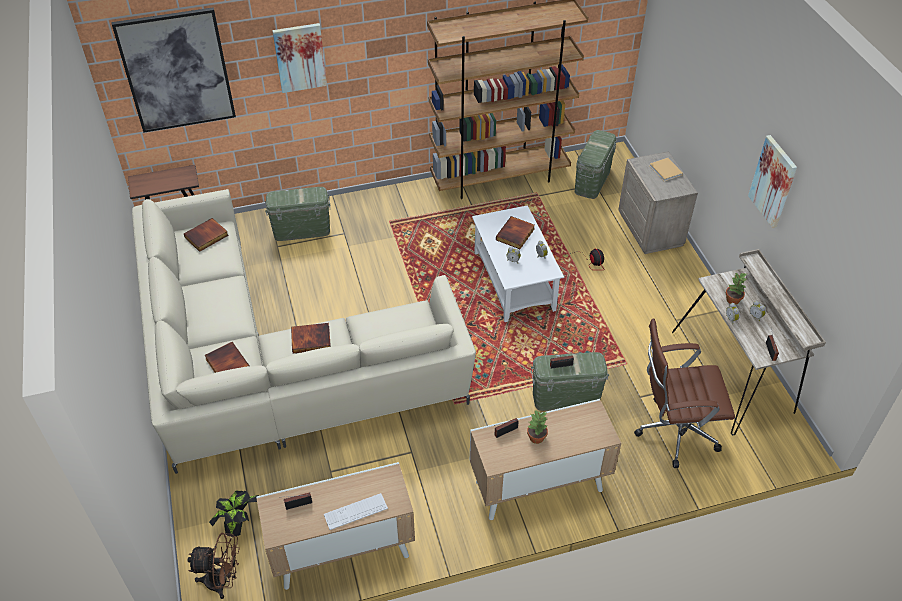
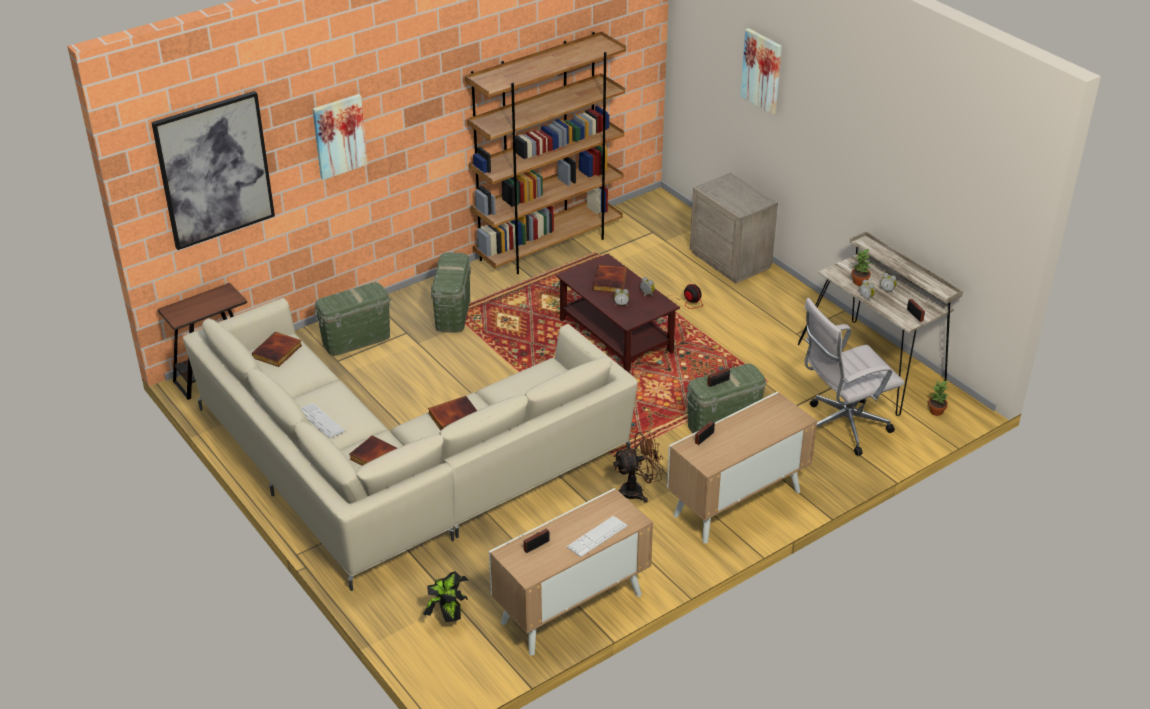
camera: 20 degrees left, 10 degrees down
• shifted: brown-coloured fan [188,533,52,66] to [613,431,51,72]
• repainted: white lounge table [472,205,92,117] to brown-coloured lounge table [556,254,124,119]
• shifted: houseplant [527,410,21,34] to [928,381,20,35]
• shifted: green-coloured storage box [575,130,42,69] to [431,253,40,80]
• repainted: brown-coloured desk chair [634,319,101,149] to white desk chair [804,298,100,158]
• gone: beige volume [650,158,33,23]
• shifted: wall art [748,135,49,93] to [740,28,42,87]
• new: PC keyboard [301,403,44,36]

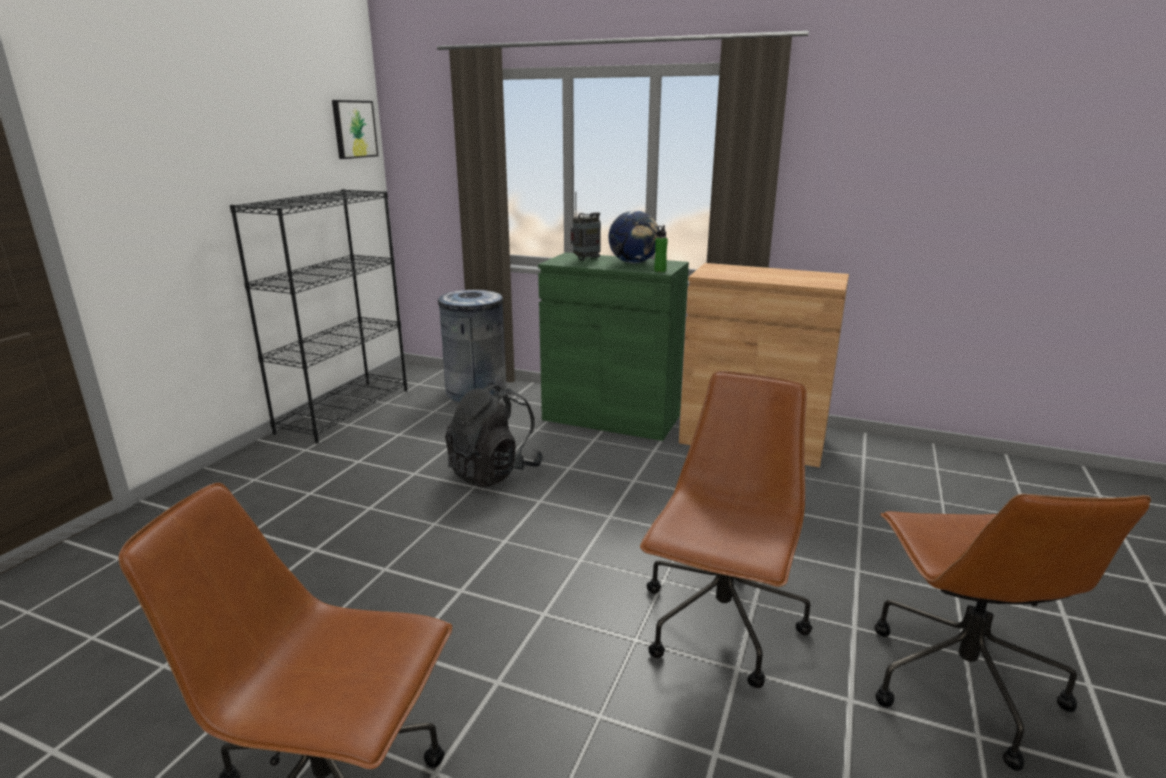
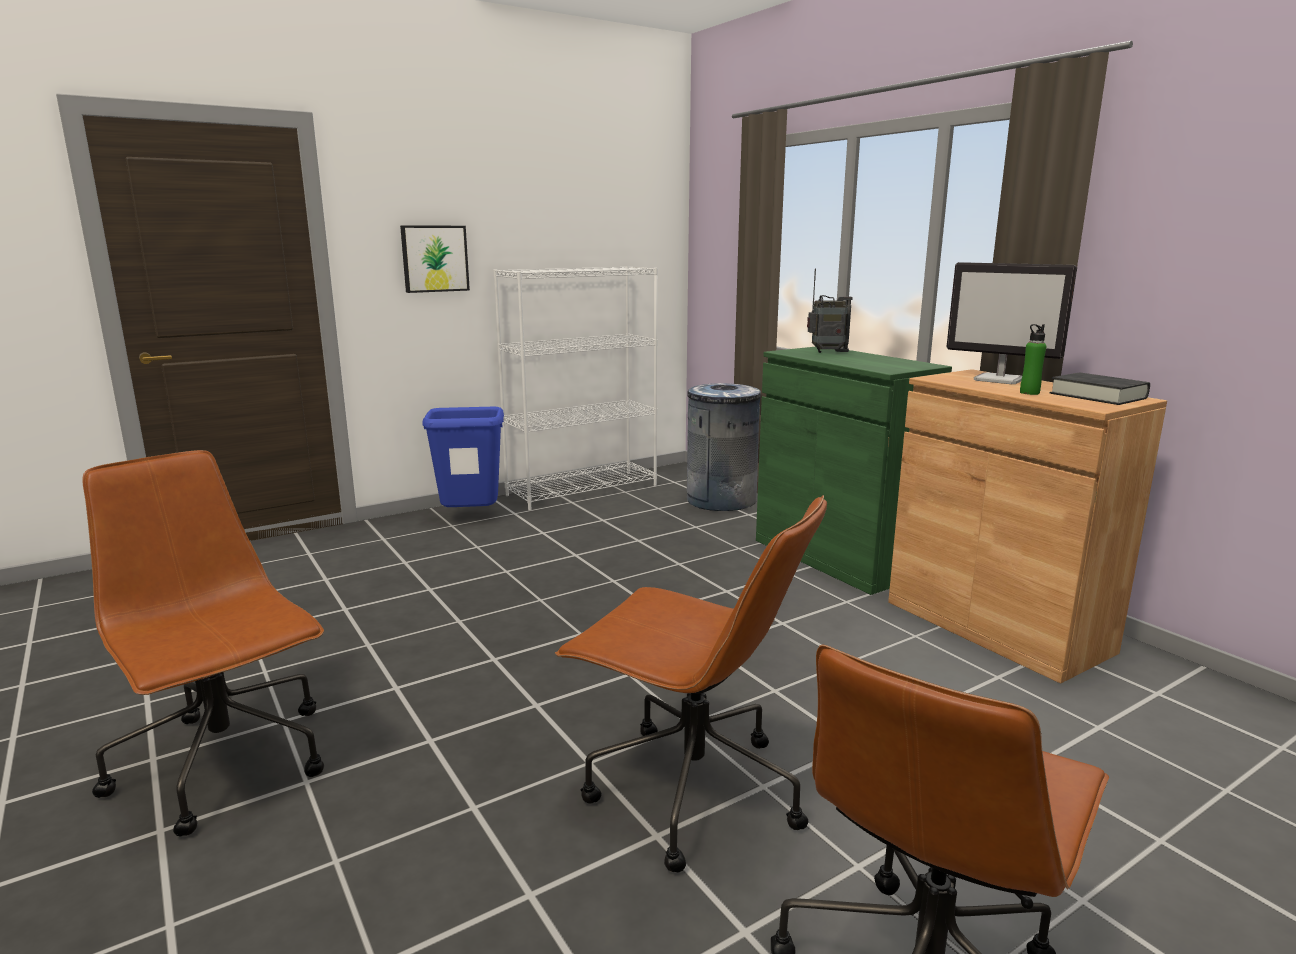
camera: 35 degrees right, 5 degrees down
• repainted: black-coloured bookcase [230,189,177,255] to white bookcase [493,266,165,245]
• shifted: wall art [332,100,46,59] to [400,225,70,68]
• gone: black-coloured backpack [445,382,98,106]
• gone: globe [608,210,51,54]
• rotated: brown-coloured desk chair [640,371,173,317] = [555,495,272,377] 60 degrees clockwise
• shifted: green-coloured bottle [654,225,14,47] to [1020,324,26,71]
• new: bluish rubbish bin [423,407,81,100]
• new: monitor [947,262,130,122]
• new: black-coloured volume [1050,372,100,33]

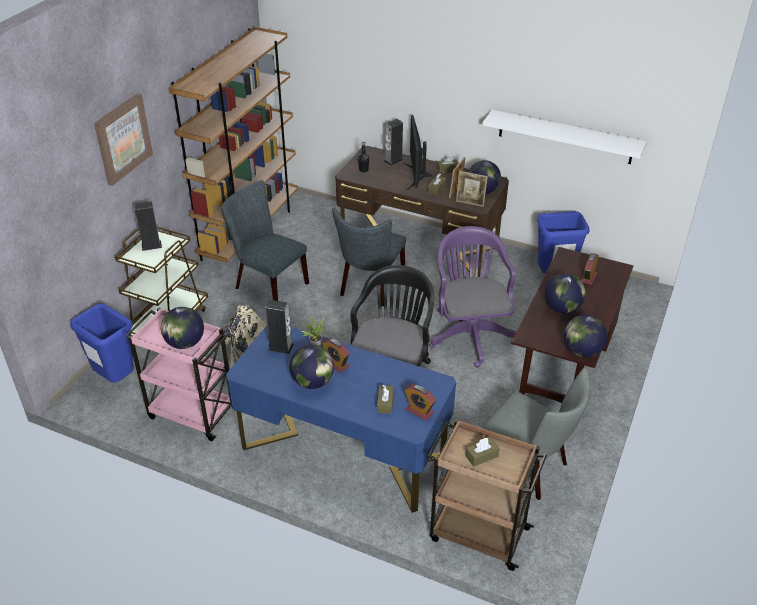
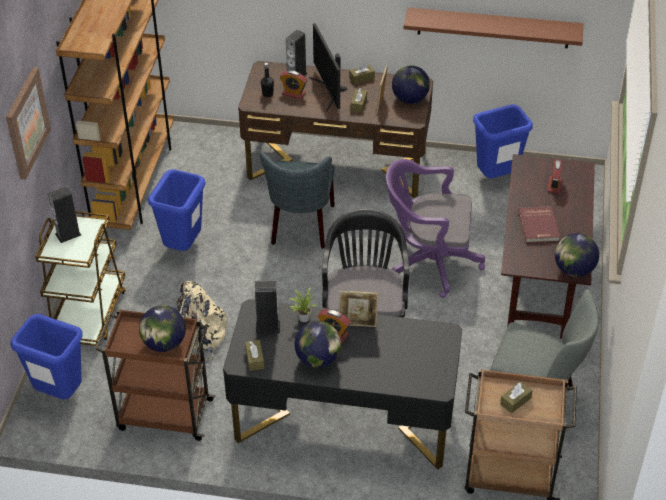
camera: 15 degrees left, 5 degrees up
• repainted: pink trolley [125,308,111,133] to brown-coloured trolley [95,309,121,132]
• swapped: grey plain chair [221,180,88,121] to bluish rubbish bin [148,169,58,82]
• repainted: bluish desk [226,326,230,187] to black-coloured desk [223,299,239,171]
• shifted: brown-coloured tissue box [377,385,17,29] to [245,340,19,31]
• shifted: alarm clock [405,385,31,35] to [280,71,27,28]
• rotated: purple-coloured desk chair [429,226,87,141] = [386,159,99,139] 60 degrees counterclockwise
• shifted: photo frame [456,171,32,36] to [339,291,40,36]
• repainted: white wall shelf [483,110,164,54] to brown-coloured wall shelf [404,7,179,41]
• swapped: globe [545,273,41,41] to red-coloured volume [518,206,42,37]

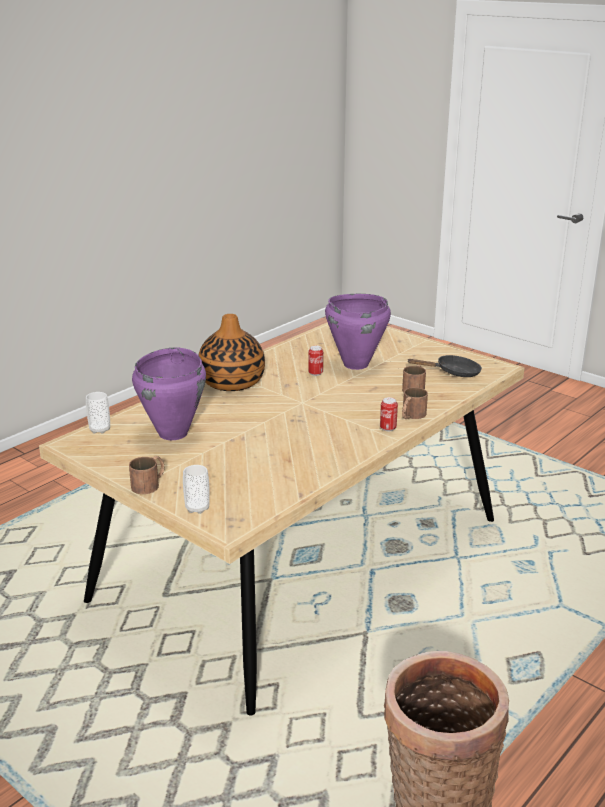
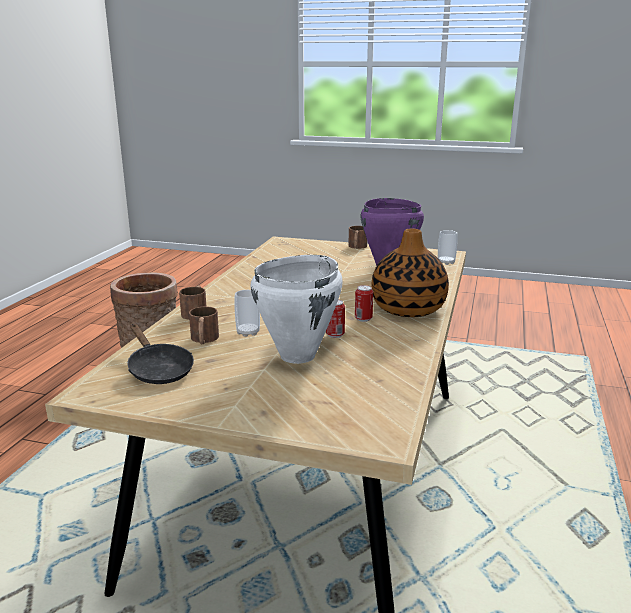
camera: 155 degrees right, 5 degrees down
• shifted: small cup [183,465,27,49] to [234,290,26,47]
• repainted: purple-coloured stockpot [325,294,66,76] to white stockpot [250,255,93,109]
• shifted: sealed can [380,397,18,34] to [355,285,18,37]
• rotated: black-coloured pan [407,355,75,22] = [127,324,67,60] 90 degrees counterclockwise

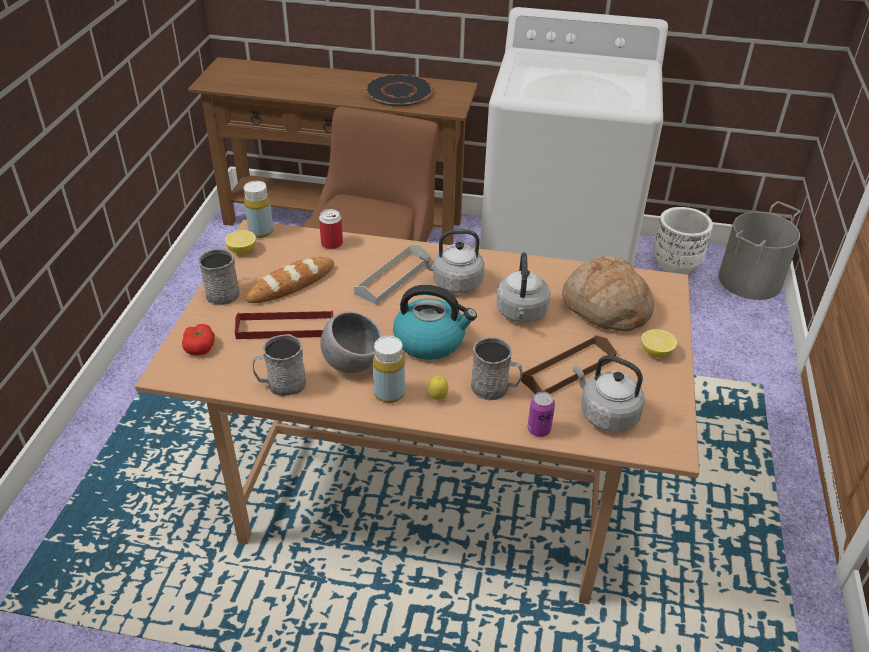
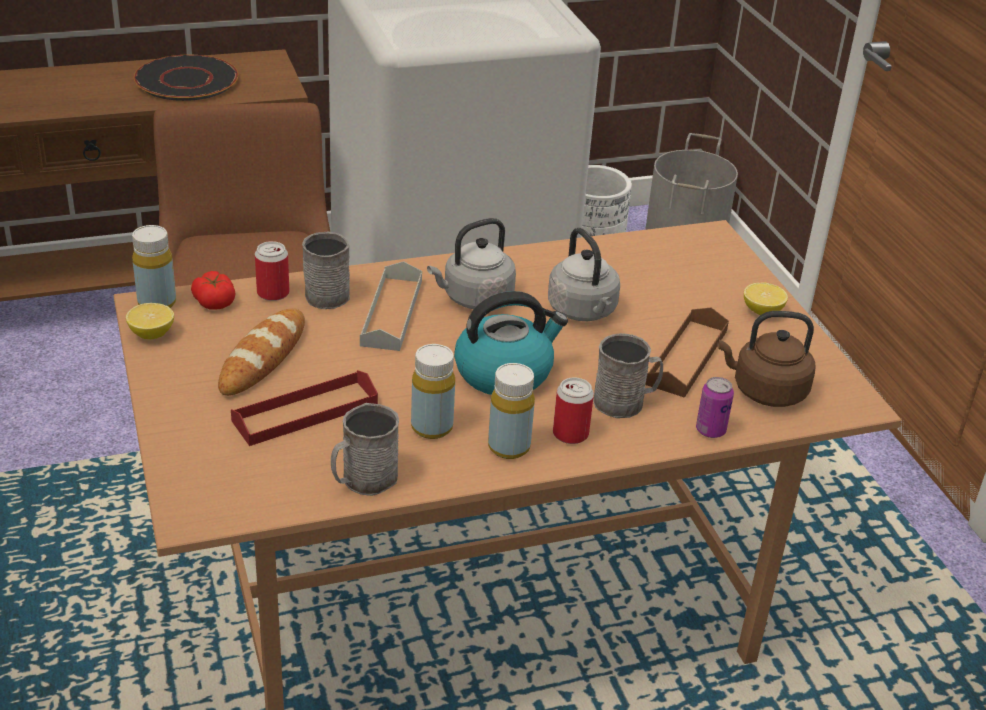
camera: 30 degrees left, 5 degrees down
• shifted: whole tomato [182,324,33,31] to [191,271,44,39]
• shifted: grey tea mug [198,249,42,57] to [302,232,48,77]
• swapped: grey deep dish [320,311,62,62] to yellow bottle [411,344,44,95]
• swapped: lemon [428,376,20,24] to sealed can [553,377,41,67]
• gone: bread [562,256,92,75]
• repainted: grey tea kettle [573,355,72,77] to brown-coloured tea kettle [717,311,99,96]

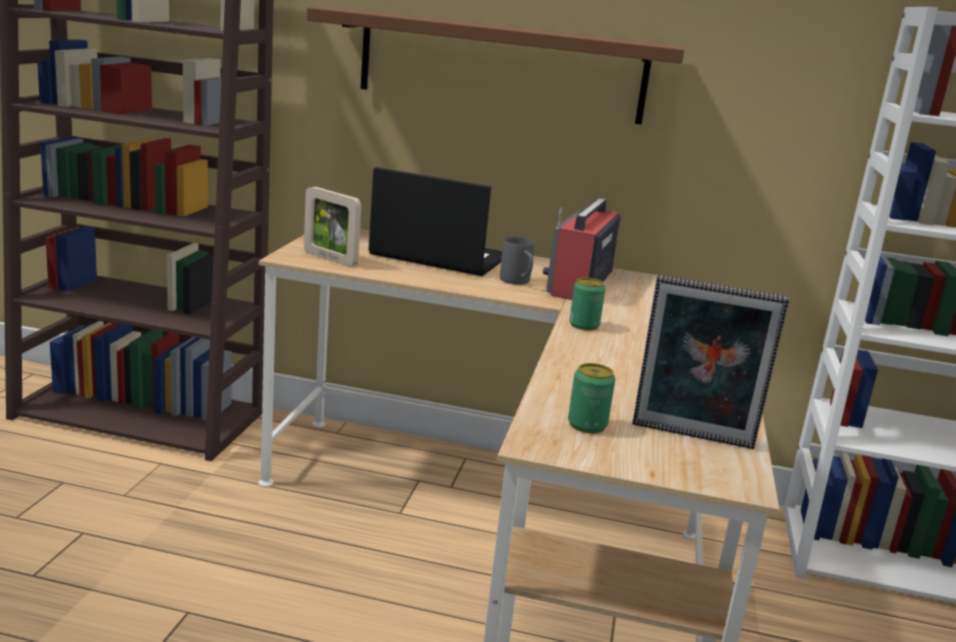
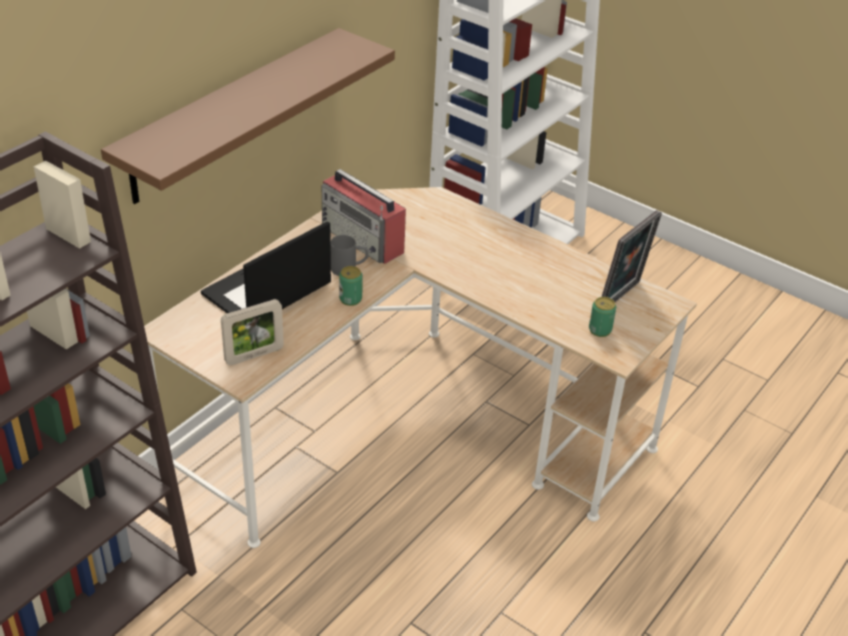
camera: 65 degrees left, 20 degrees up
• shifted: sealed can [569,277,37,54] to [339,266,24,40]

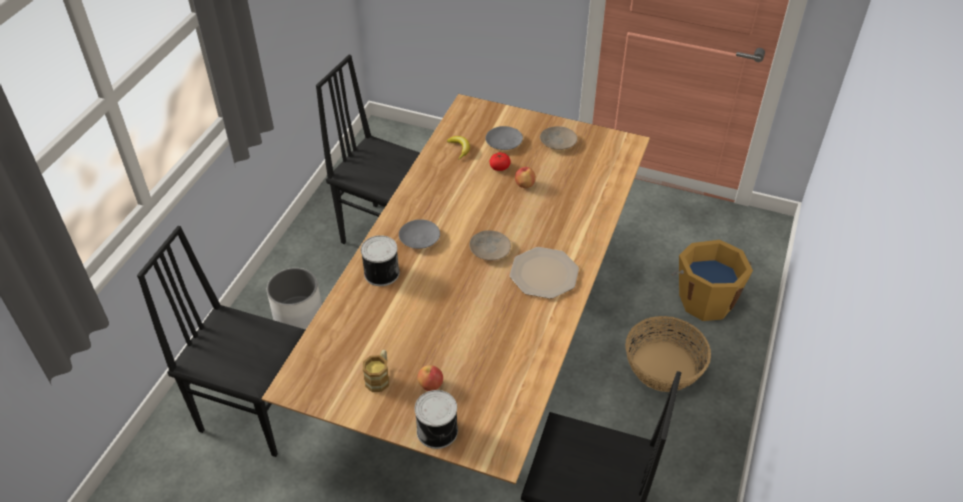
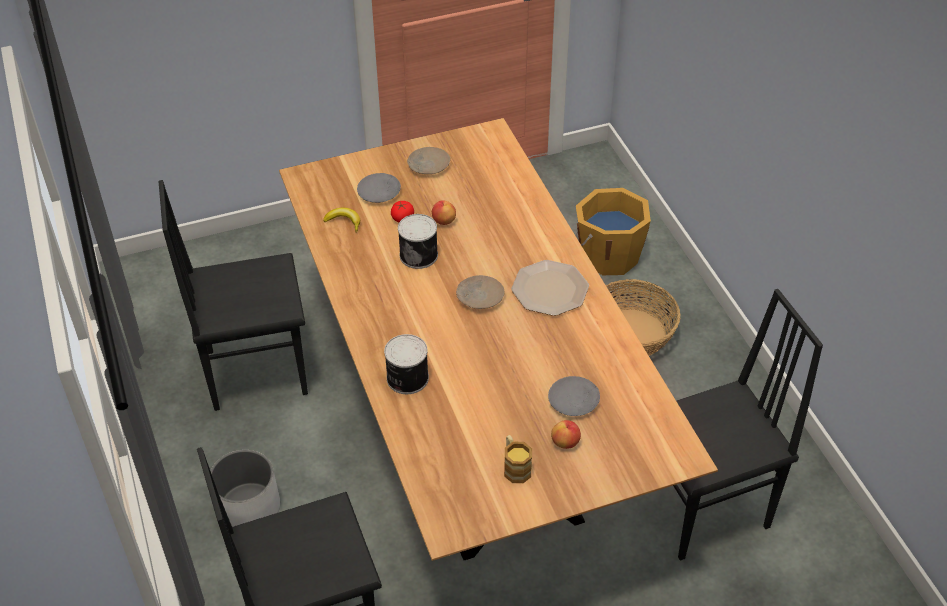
camera: 40 degrees left, 0 degrees up
• shifted: grey dinner plate [399,219,41,30] to [548,376,52,40]
• shifted: sealed can [415,390,43,59] to [398,214,40,55]

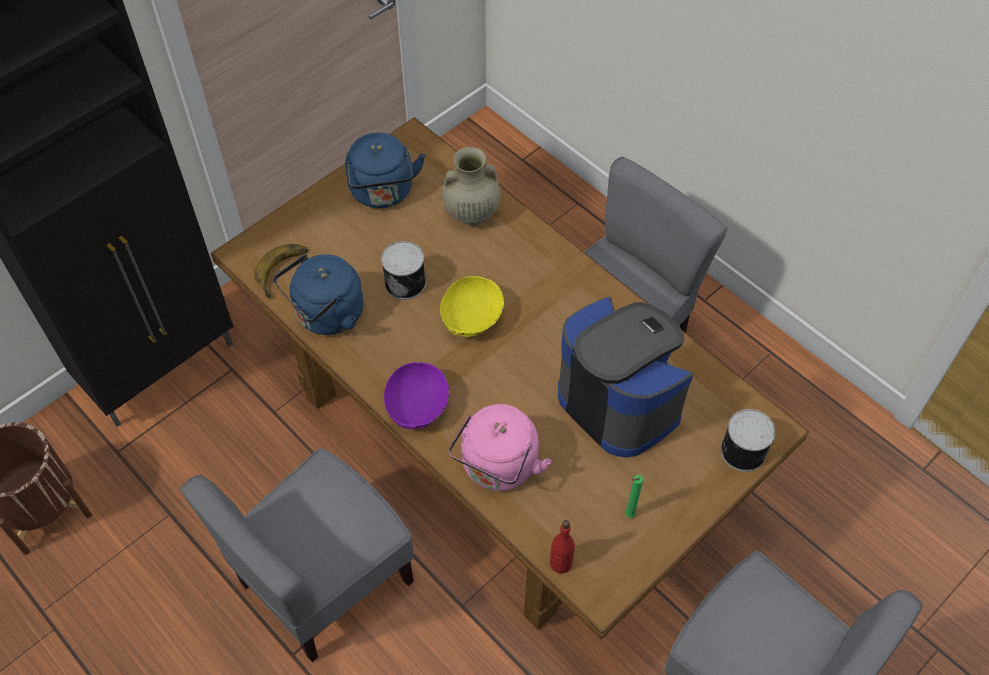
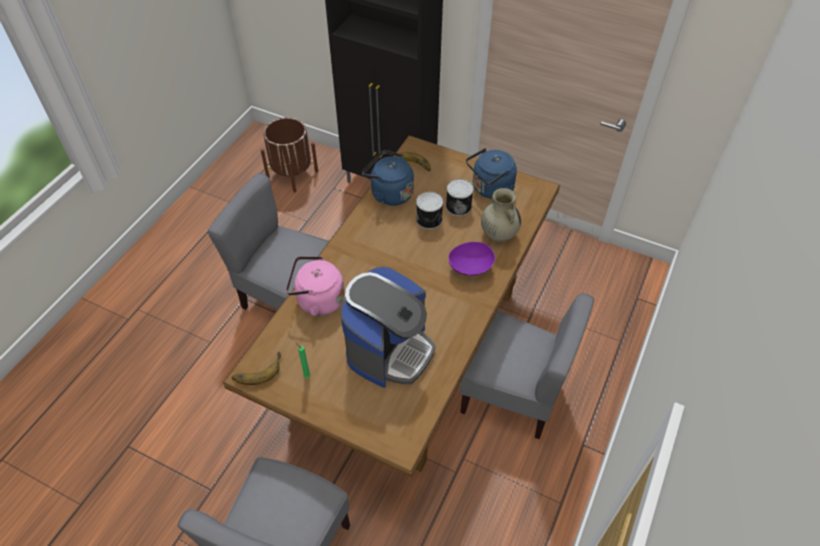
camera: 70 degrees right, 5 degrees down
• shifted: purple-coloured deep dish [384,362,66,67] to [449,242,46,34]
• gone: yellow deep dish [440,276,64,61]
• gone: red-coloured bottle [550,520,25,54]
• shifted: sealed can [720,409,56,63] to [446,179,27,37]
• new: banana [232,352,50,33]

